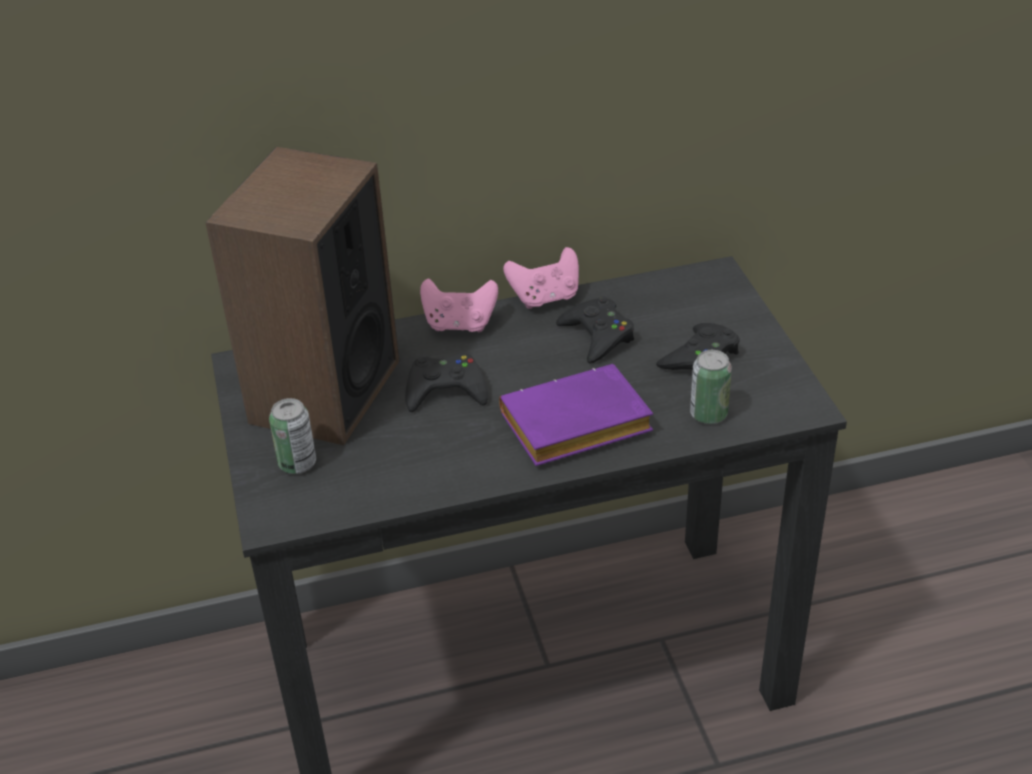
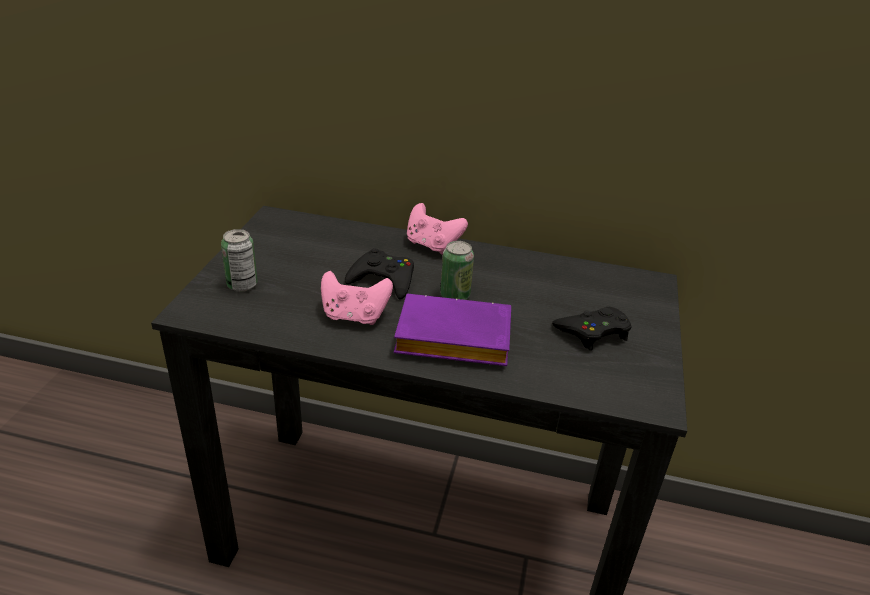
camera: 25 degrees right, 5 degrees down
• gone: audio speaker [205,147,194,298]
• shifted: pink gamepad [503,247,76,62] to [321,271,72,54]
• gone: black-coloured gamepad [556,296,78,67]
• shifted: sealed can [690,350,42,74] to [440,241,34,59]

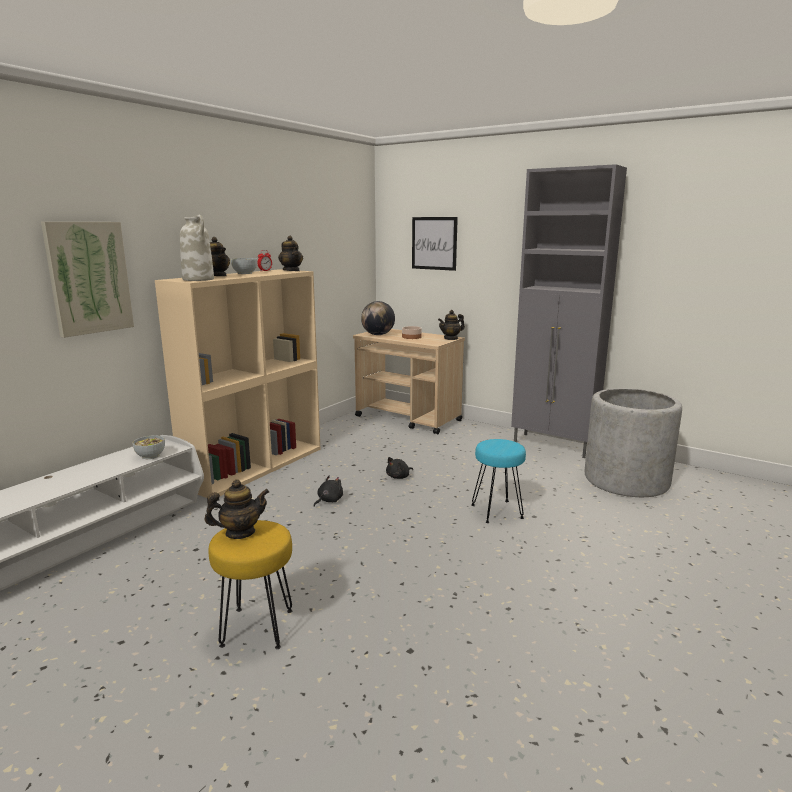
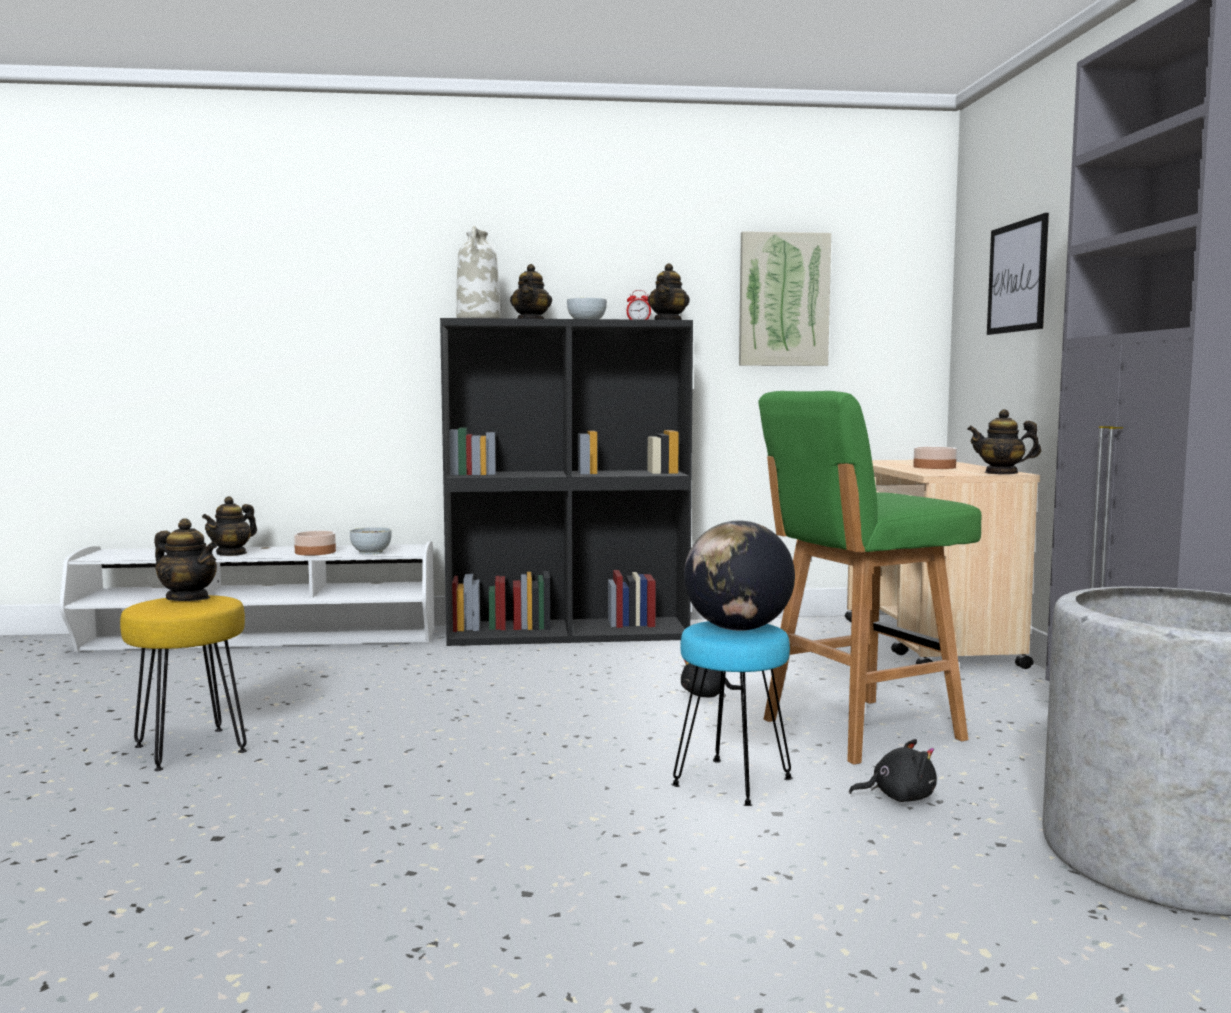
camera: 50 degrees right, 10 degrees down
• shifted: wall art [41,222,93,116] to [739,231,92,135]
• repainted: beige bookcase [155,269,166,229] to black-coloured bookcase [440,318,253,328]
• shifted: black-coloured cuddly toy [314,475,29,31] to [849,739,88,63]
• shifted: globe [361,301,34,34] to [684,521,111,110]
• new: teapot [202,496,55,60]
• new: deep dish [294,531,42,24]
• new: green-coloured stool seat [758,391,224,374]

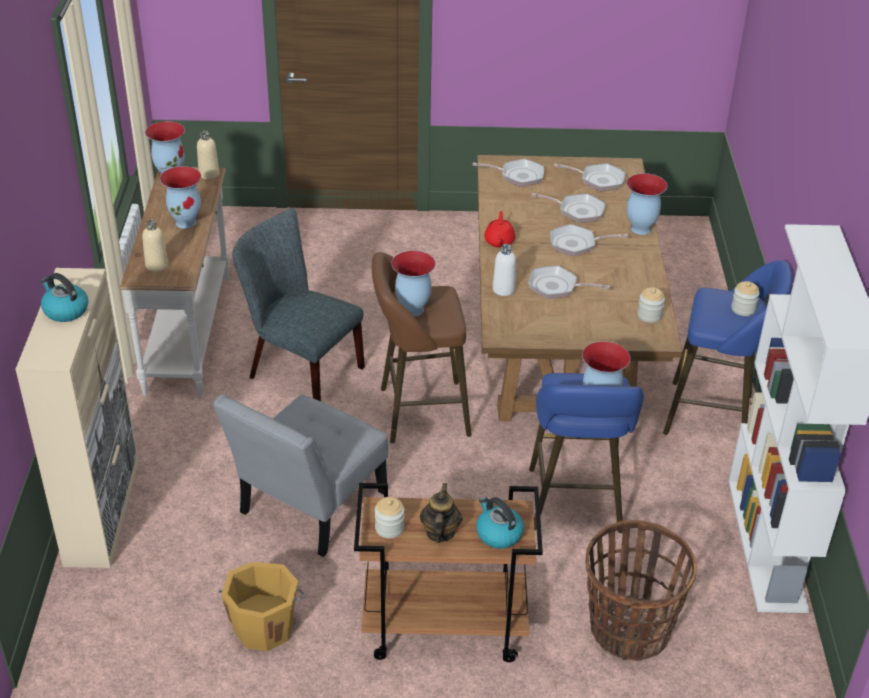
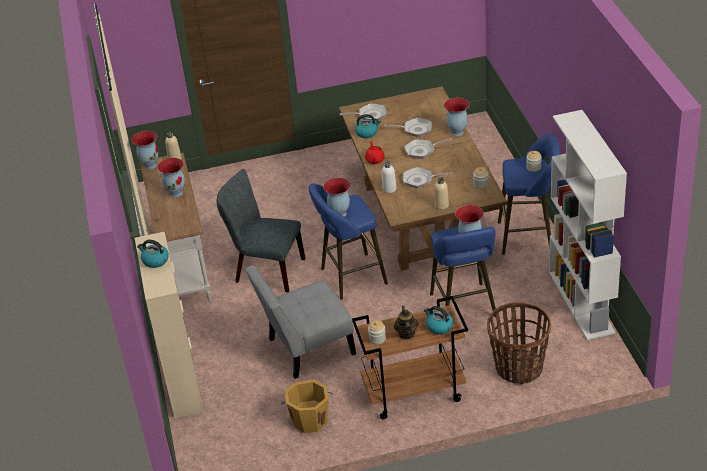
camera: 10 degrees left, 0 degrees up
• shifted: beige bottle [142,220,26,52] to [434,177,15,33]
• rotated: grey plain chair [213,394,175,163] = [245,265,111,114] 45 degrees clockwise
• repainted: brown-coloured stool seat [372,252,100,191] to bluish stool seat [308,184,80,116]
• gone: pan [553,163,72,28]
• new: tea kettle [355,114,26,24]

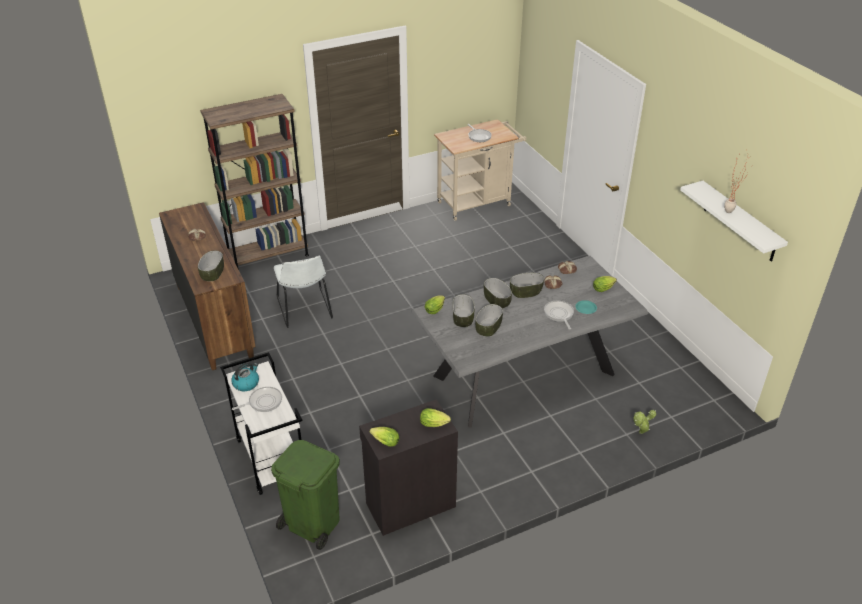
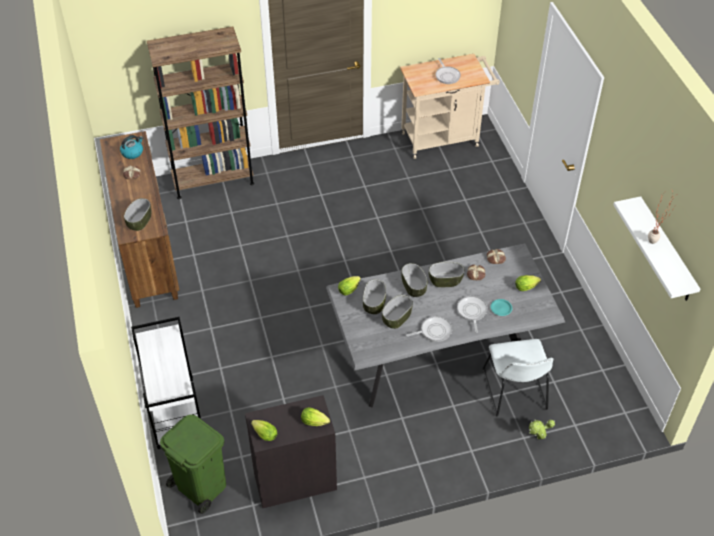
camera: 10 degrees right, 10 degrees up
• shifted: tea kettle [231,363,28,28] to [120,135,23,24]
• shifted: pan [232,387,50,25] to [406,316,46,26]
• shifted: white plain chair [274,256,59,72] to [483,339,70,78]

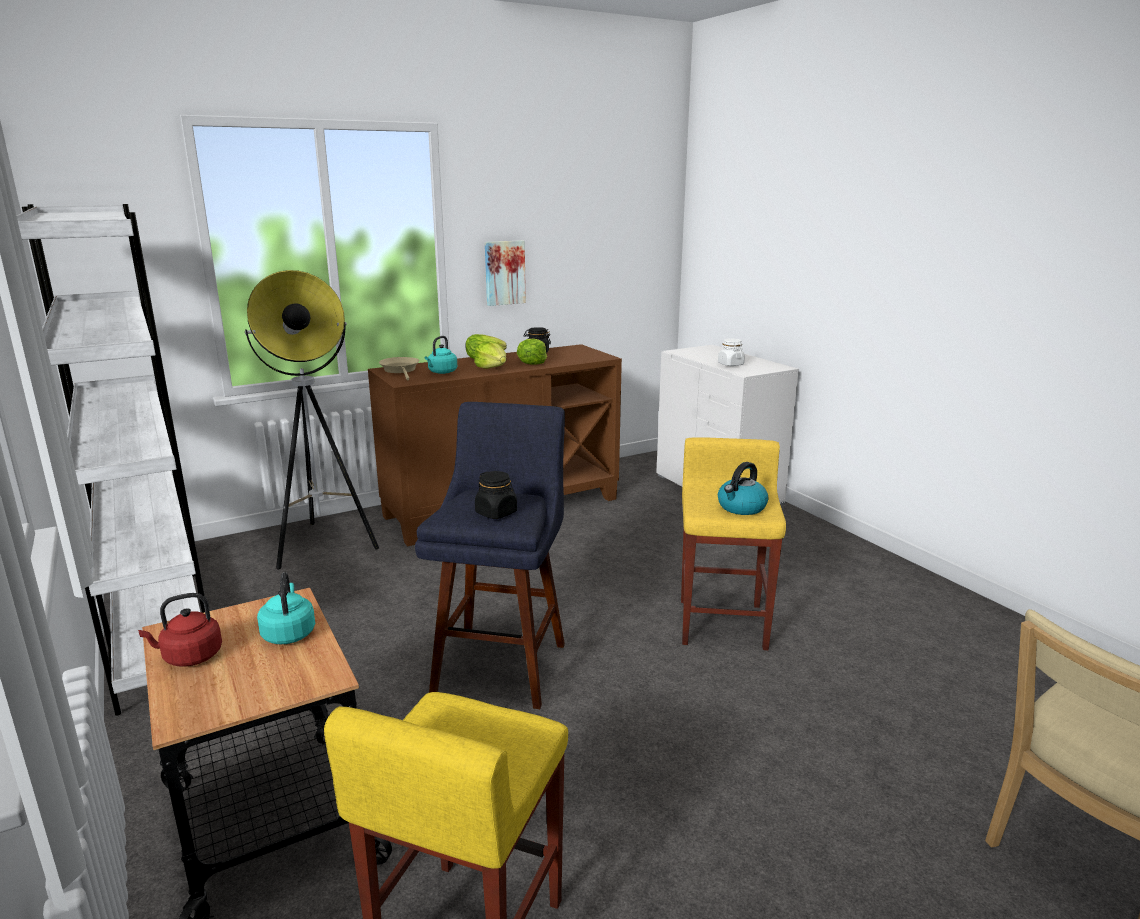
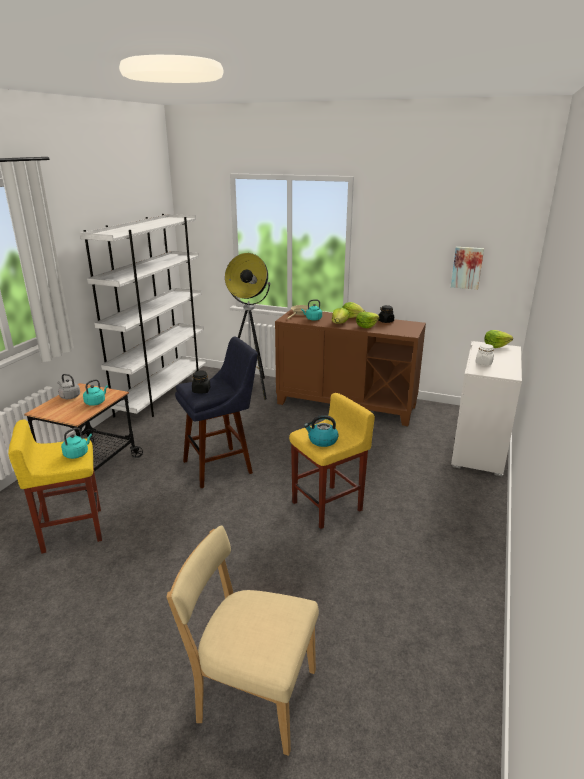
camera: 50 degrees right, 5 degrees up
• repainted: red-coloured tea kettle [138,593,84,74] to grey tea kettle [58,374,22,25]
• shifted: wall art [485,240,41,66] to [451,247,33,43]
• new: turquoise tea kettle [61,428,31,31]
• new: lettuce head [484,330,29,18]

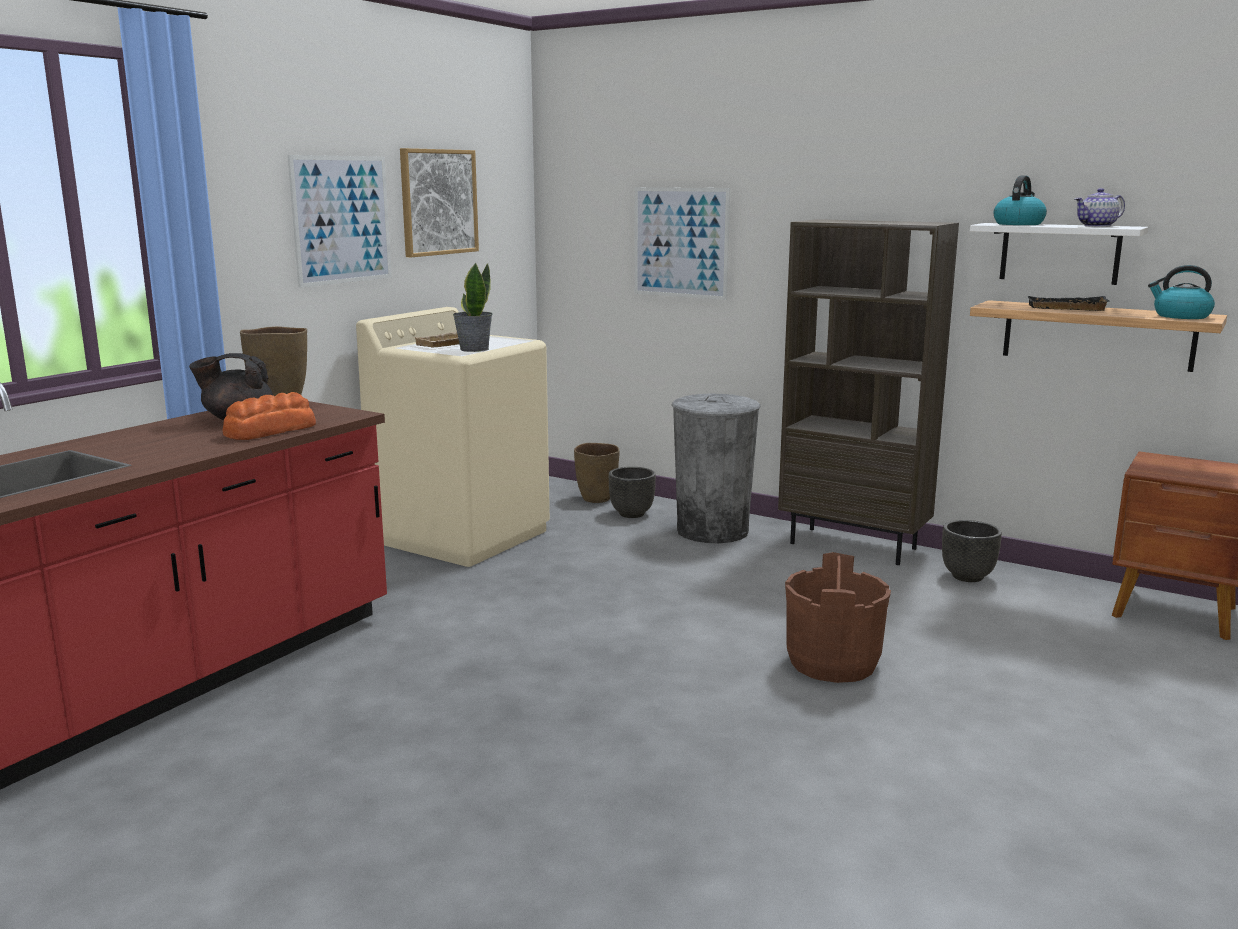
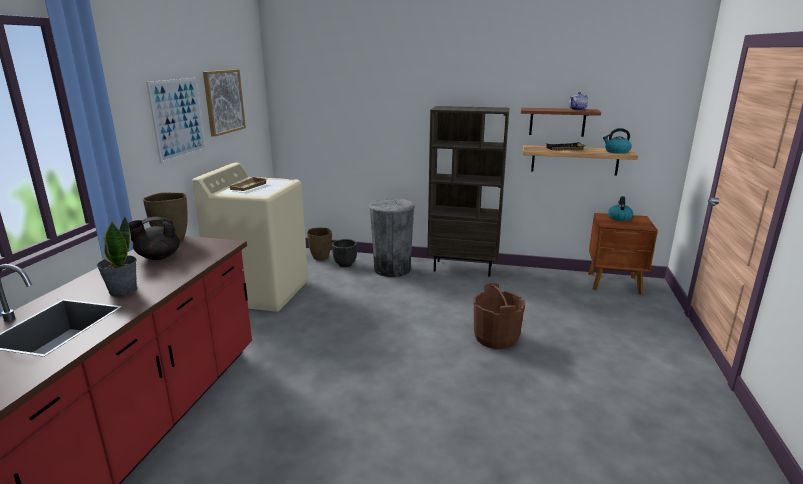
camera: 20 degrees left, 5 degrees up
• gone: bread [222,392,94,48]
• shifted: houseplant [453,262,40,90] to [97,216,40,81]
• gone: wall art [634,187,96,113]
• gone: black-coloured flower pot [942,520,60,62]
• repainted: white wall shelf [970,223,178,62] to brown-coloured wall shelf [521,108,80,29]
• shifted: tea kettle [994,175,53,50] to [608,196,25,25]

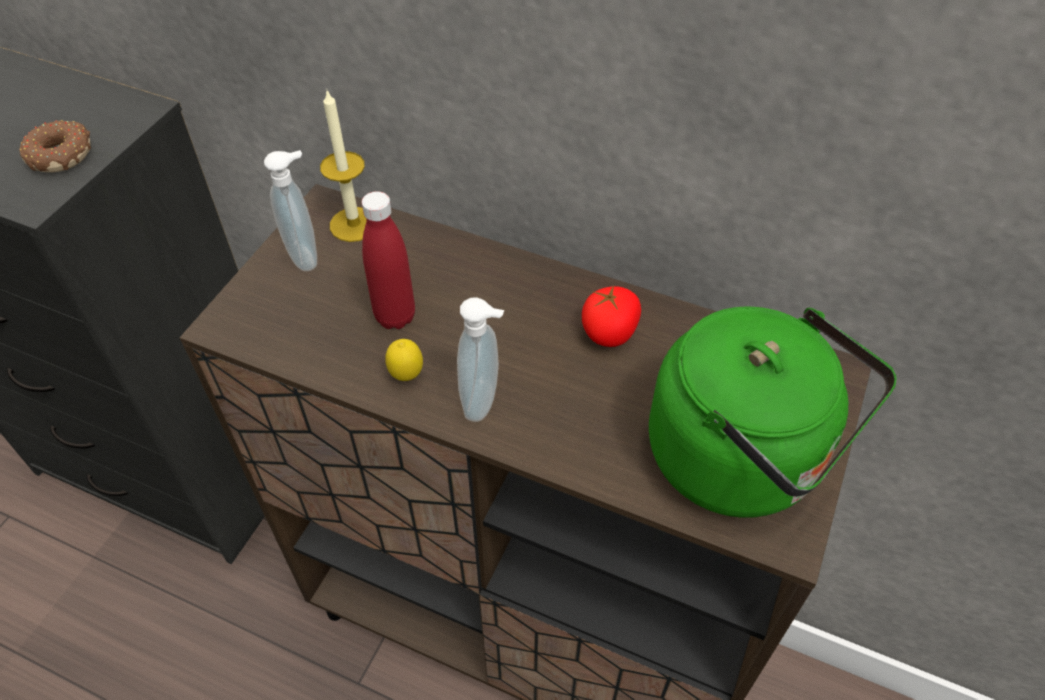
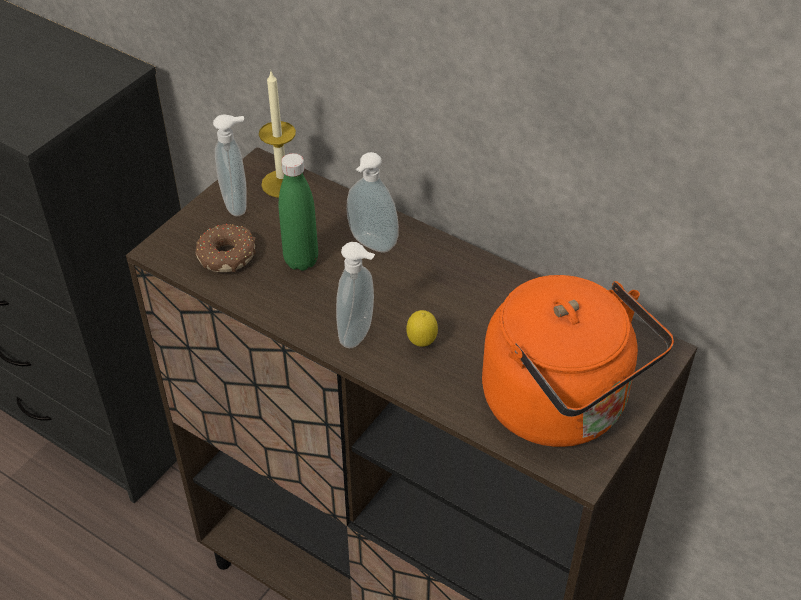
camera: 10 degrees right, 5 degrees down
• shifted: doughnut [20,120,71,52] to [195,224,61,48]
• repainted: red-coloured bottle [362,191,53,138] to green-coloured bottle [279,153,39,118]
• shifted: lemon [385,339,38,42] to [406,310,32,37]
• gone: whole tomato [582,285,59,62]
• repainted: green-coloured tea kettle [649,307,248,211] to orangey tea kettle [482,275,192,172]
• new: liquid soap bottle [346,152,53,101]

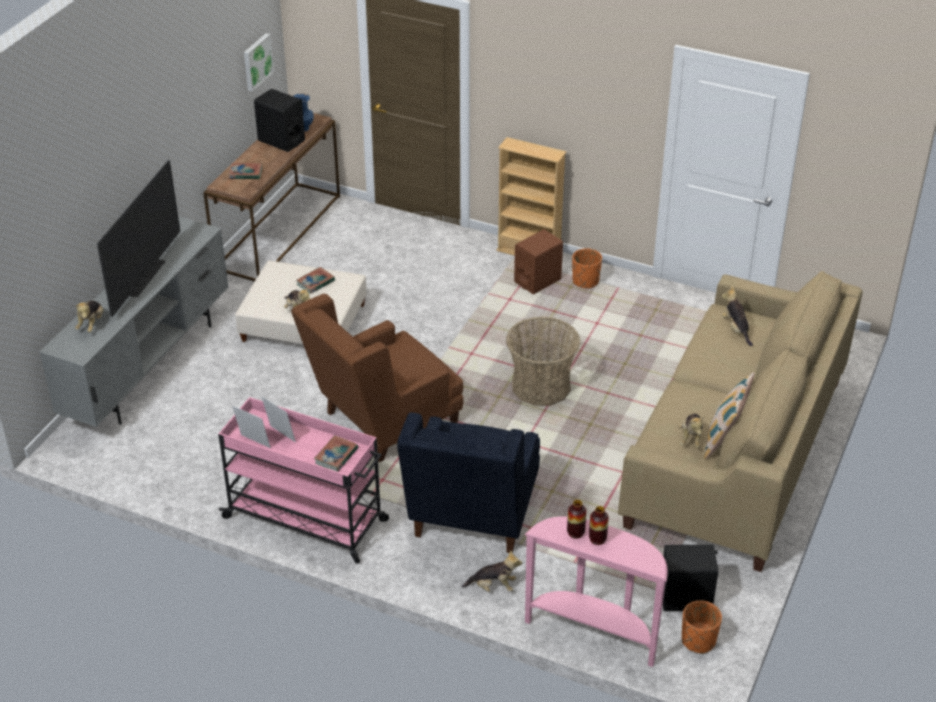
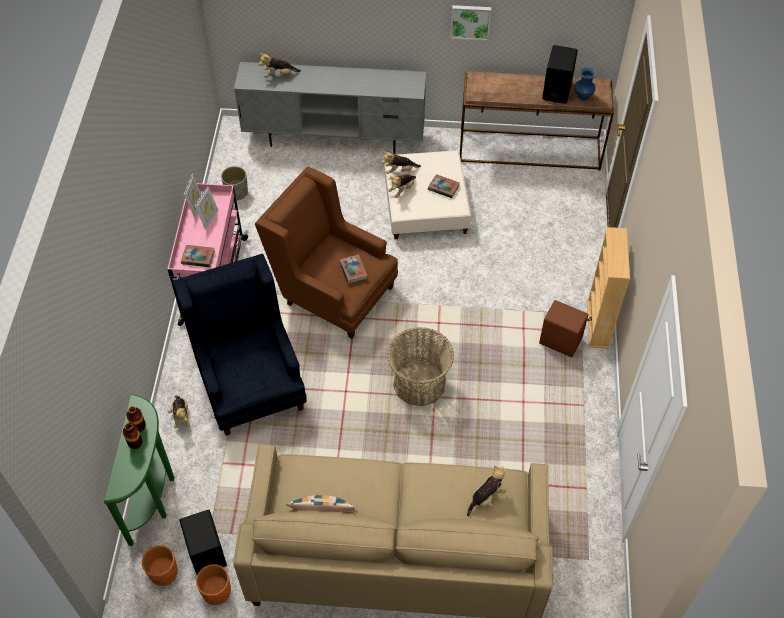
camera: 70 degrees right, 15 degrees up
• gone: TV [97,160,83,157]
• shifted: volume [228,163,34,16] to [339,255,29,29]
• shifted: wall art [244,33,30,59] to [451,5,40,36]
• rotated: bluish lounge chair [397,412,143,141] = [173,254,134,182] 75 degrees clockwise
• repainted: pink console table [524,516,144,151] to green-coloured console table [104,394,71,152]
• shifted: orangey flower pot [572,248,30,41] to [196,564,35,41]
• shifted: cuddly toy [677,414,27,34] to [382,151,39,23]
• new: grey flower pot [221,166,27,35]

